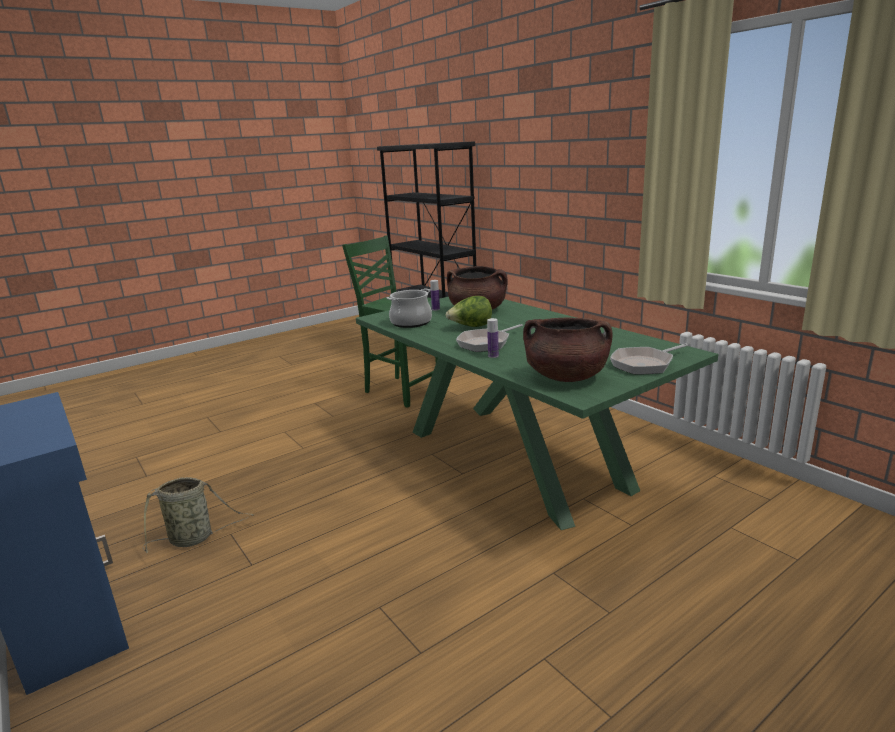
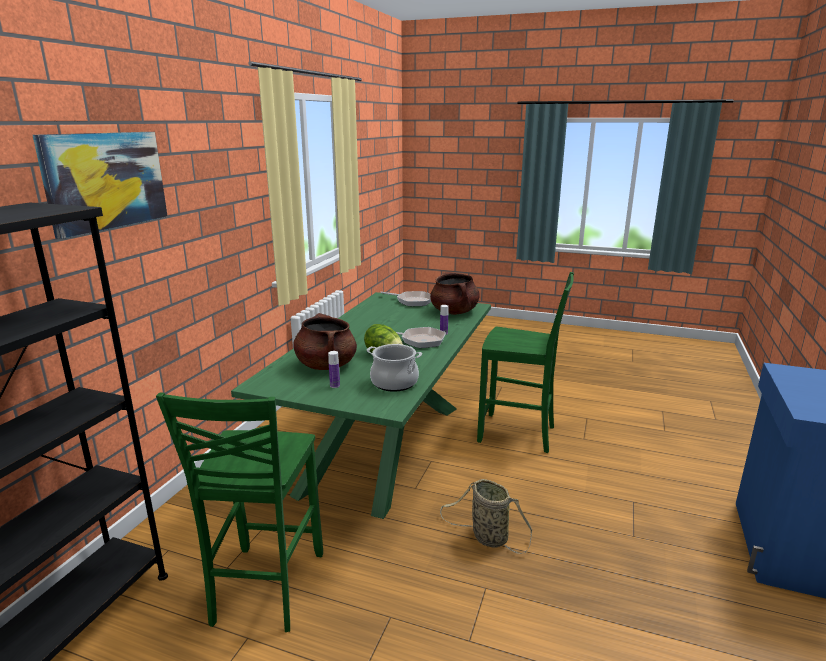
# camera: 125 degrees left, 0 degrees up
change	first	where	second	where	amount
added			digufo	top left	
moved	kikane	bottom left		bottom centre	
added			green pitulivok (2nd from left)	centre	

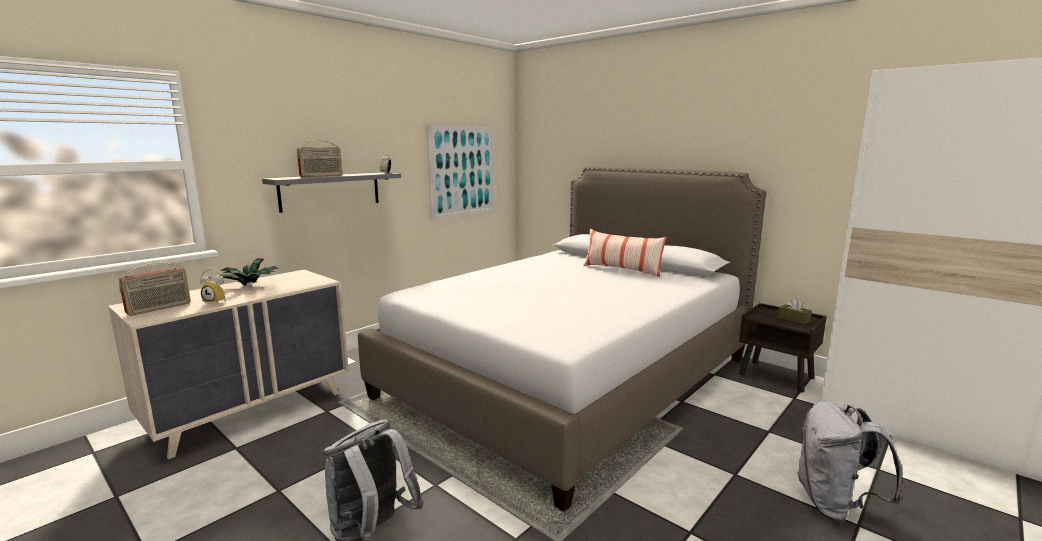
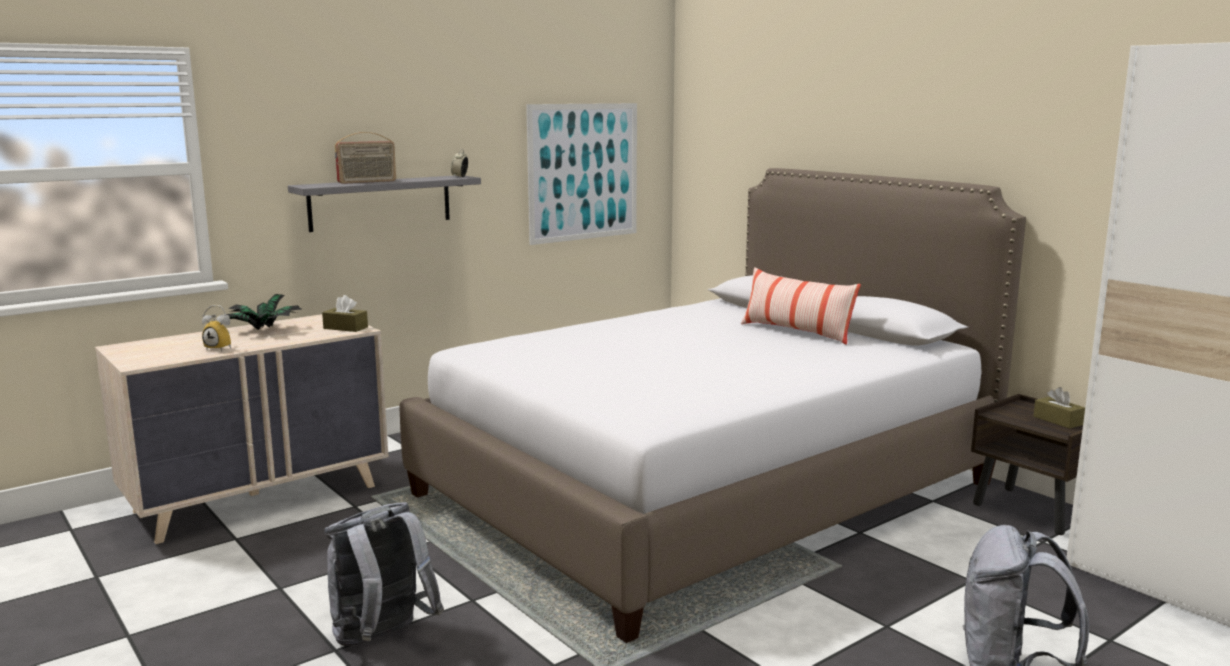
# camera: 10 degrees right, 0 degrees up
change	first	where	second	where	amount
added			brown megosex (1st from left)	middle left	
removed	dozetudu (1st from left)	middle left			

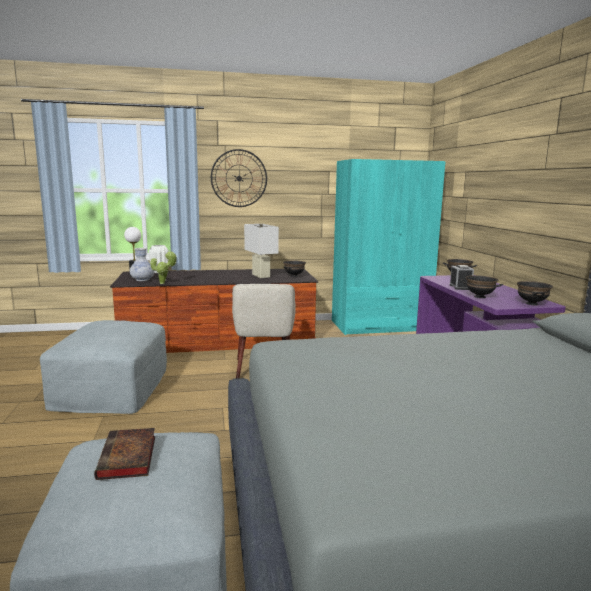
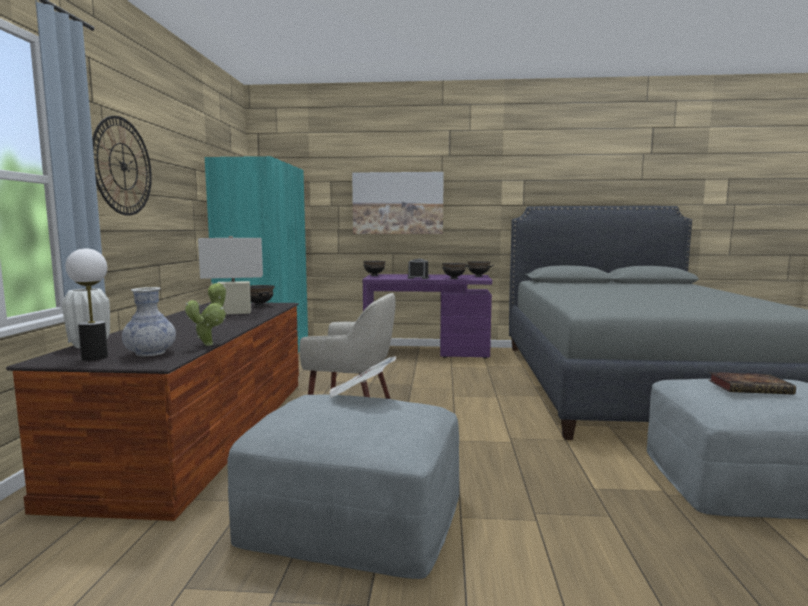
# camera: 75 degrees left, 5 degrees down
change	first	where	second	where	amount
added			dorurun	centre	
added			digufo	centre	

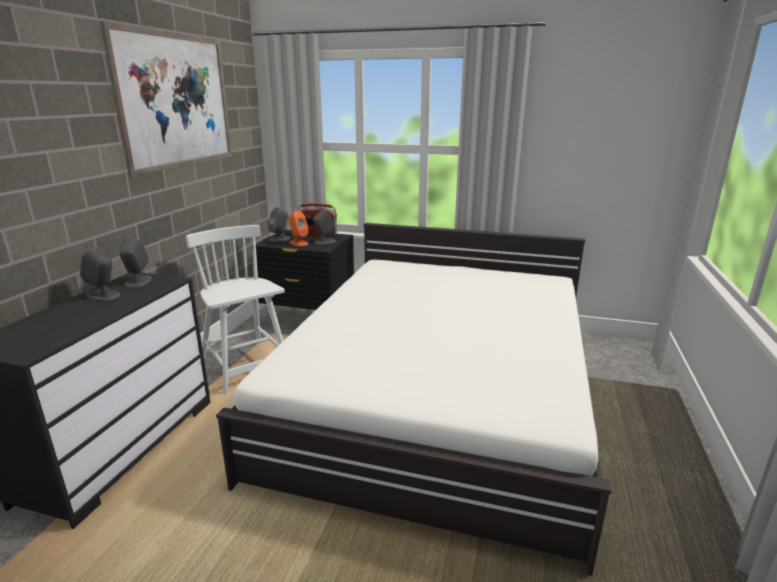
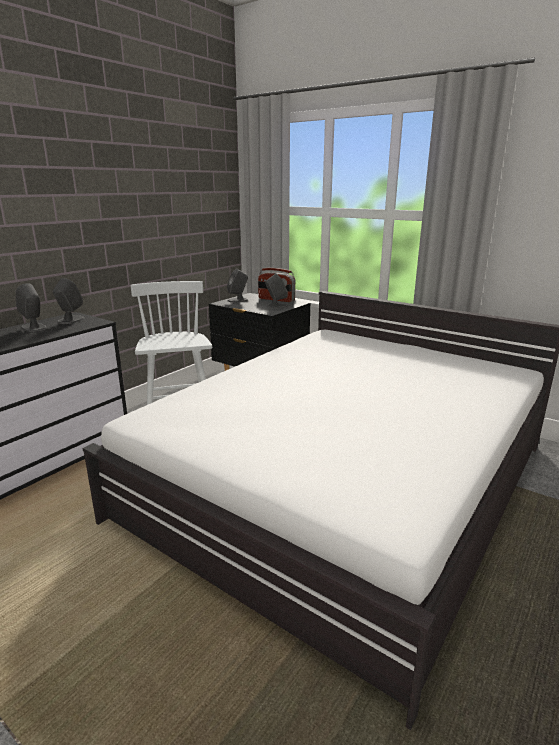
# camera: 20 degrees right, 0 degrees up
change	first	where	second	where	amount
removed	digufo	top left			
removed	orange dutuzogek	centre			

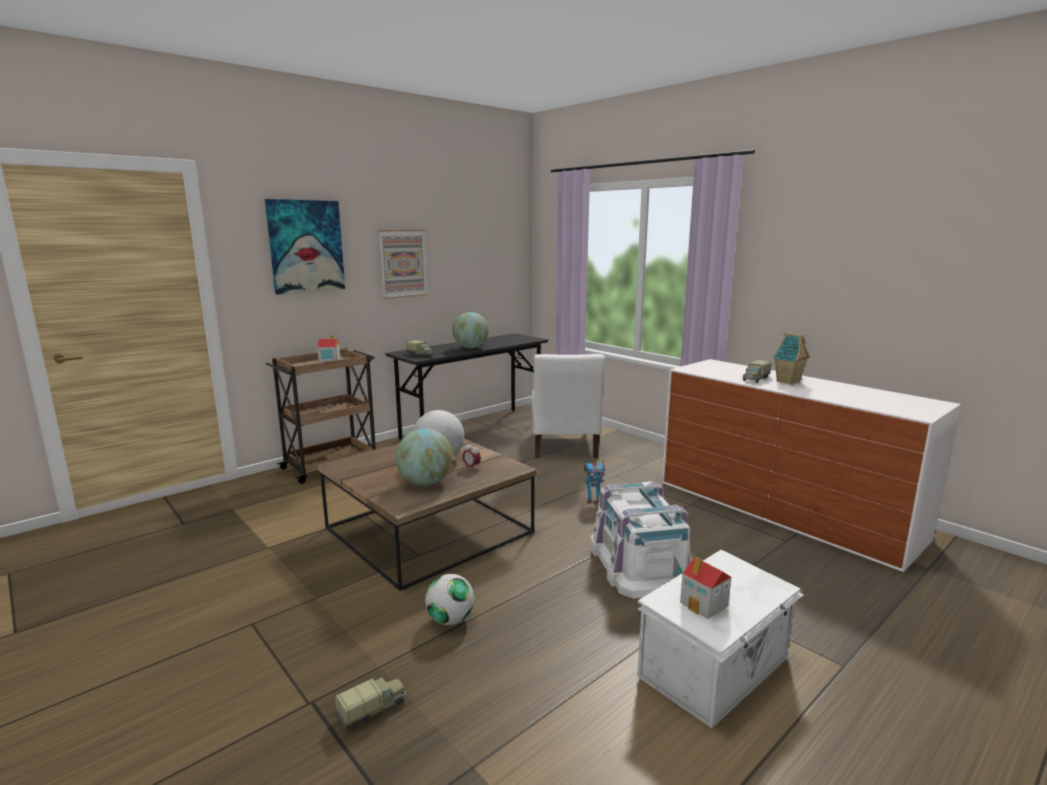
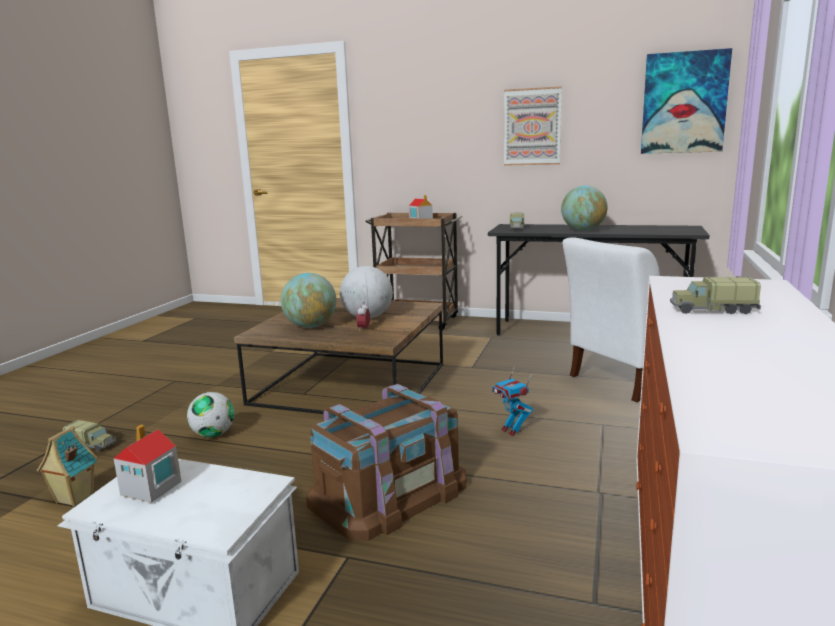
# camera: 60 degrees right, 0 degrees up
change	first	where	second	where	amount
moved	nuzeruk (3rd from left in the first image)	middle right	nuzeruk (1st from left)	bottom left	
recoloured	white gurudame (1st from left)	bottom centre	brown gurudame	bottom centre	
moved	digufo (1st from left in the first image)	top left	digufo (2nd from left)	top right	

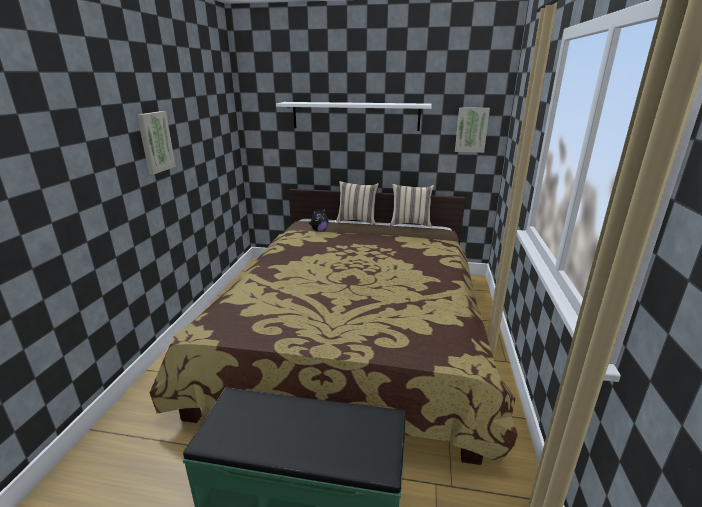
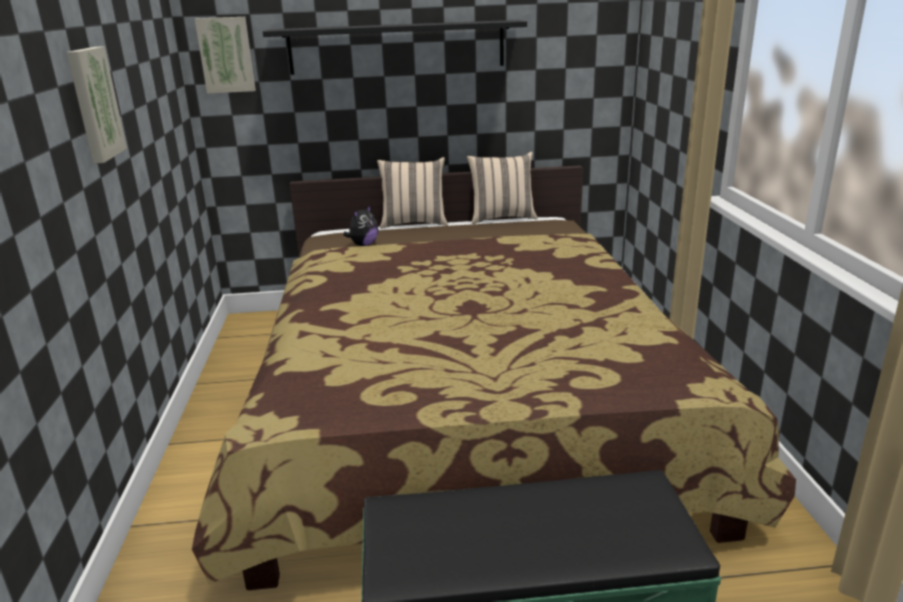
# camera: 15 degrees left, 0 degrees up
change	first	where	second	where	amount
moved	digufo (2nd from left)	top right		top left	
recoloured	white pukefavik	top centre	black pukefavik	top centre	

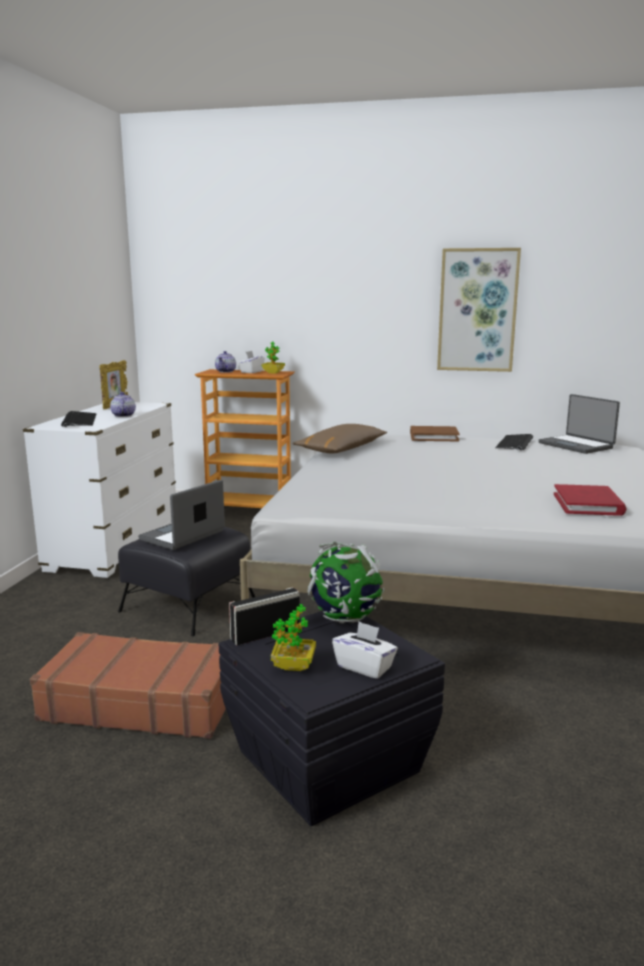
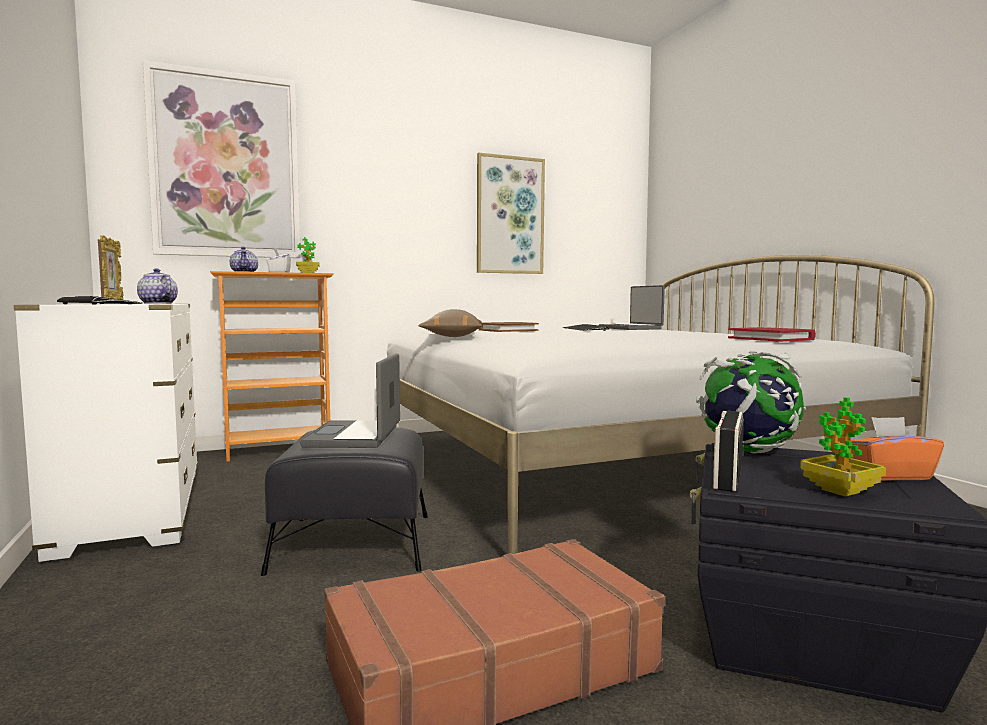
# camera: 35 degrees left, 10 degrees down
change	first	where	second	where	amount
added			digufo (1st from left)	top left	
turned	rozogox (2nd from left)	middle right		centre	45 degrees clockwise
recoloured	white megosex (2nd from left)	bottom centre	orange megosex	middle right	

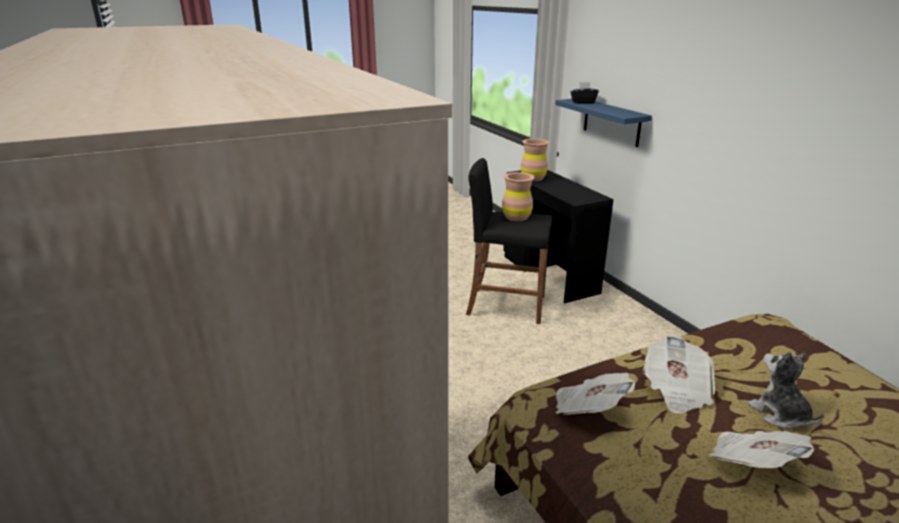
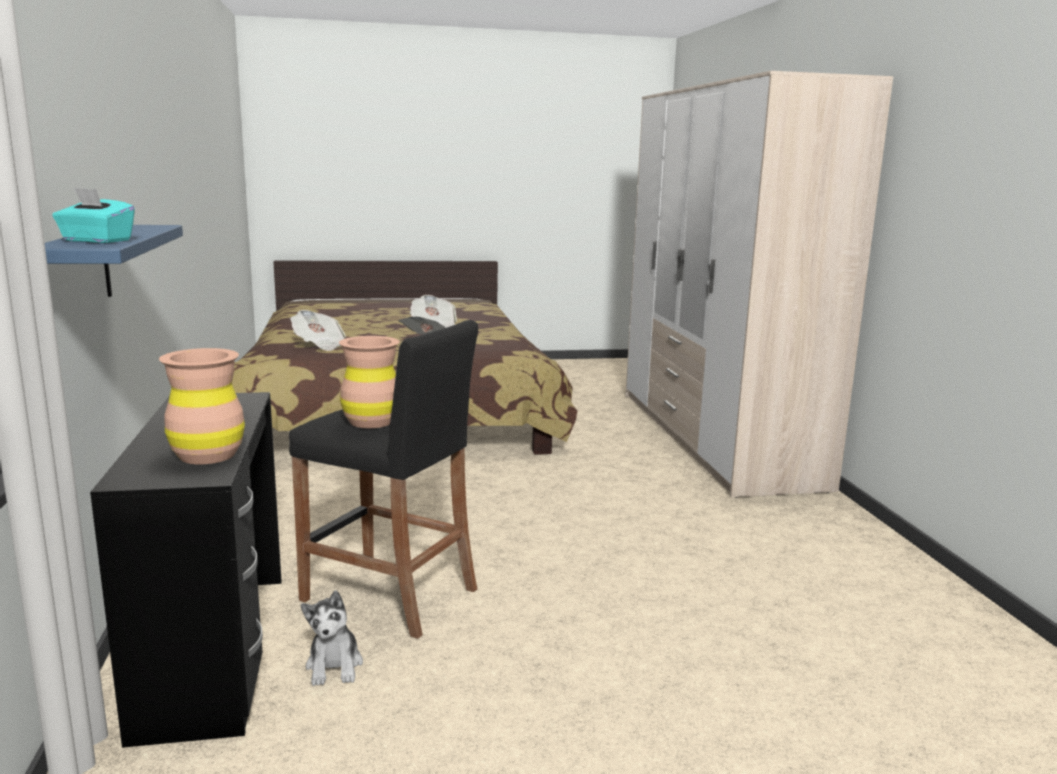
# camera: 165 degrees left, 10 degrees down
change	first	where	second	where	amount
recoloured	black megosex	top centre	turquoise megosex	top left	
moved	dorurun (1st from left)	bottom centre		middle left	
moved	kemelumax	bottom right		bottom left	

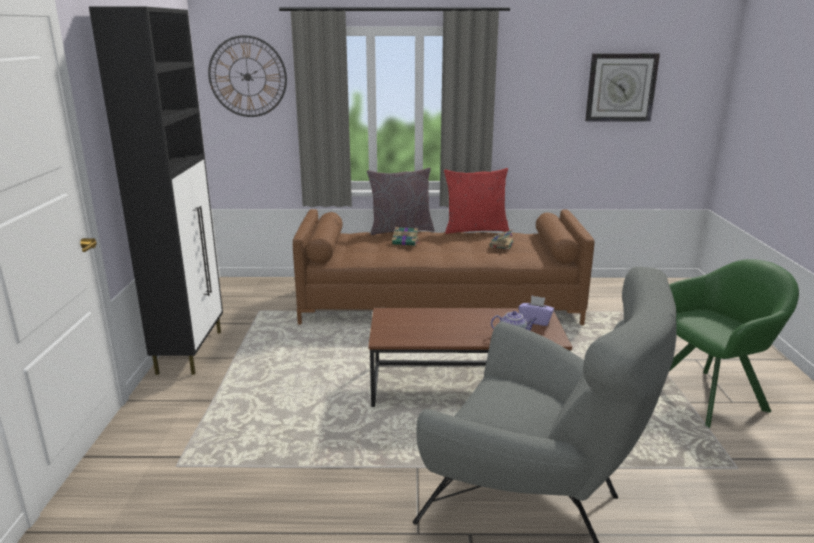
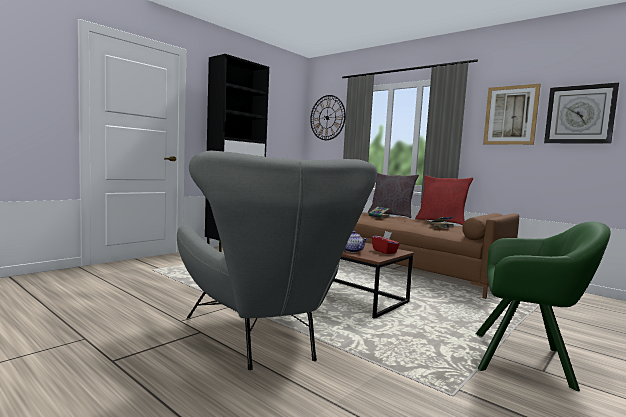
# camera: 40 degrees right, 15 degrees down
change	first	where	second	where	amount
recoloured	purple megosex	centre	red megosex	centre	
added			digufo	top right	

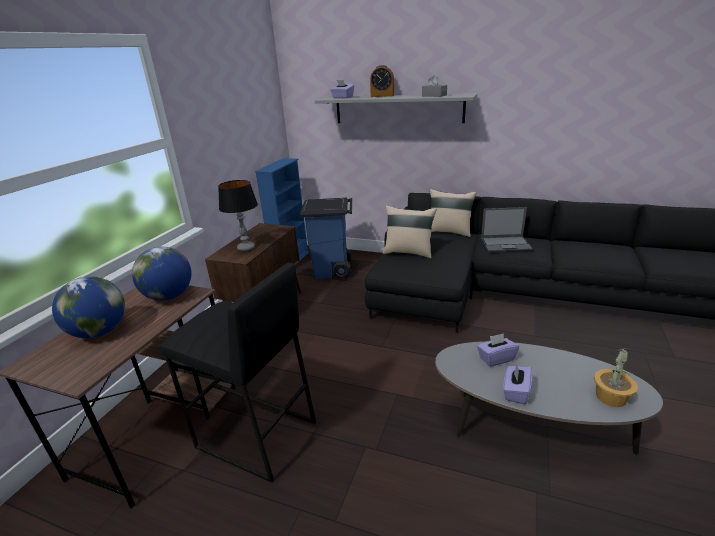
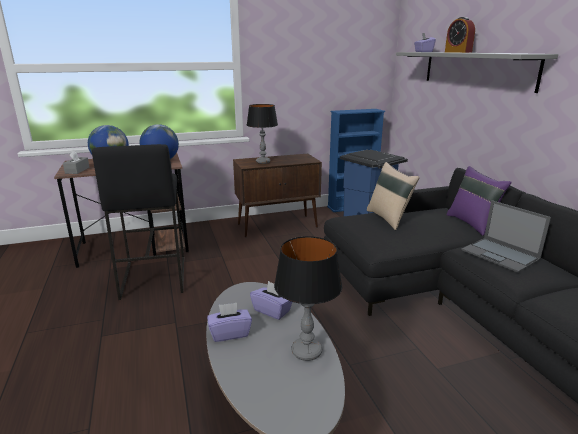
# camera: 50 degrees right, 5 degrees down
change	first	where	second	where	amount
moved	grey megosex	top centre		middle left	
added			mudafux (2nd from left)	bottom centre	
recoloured	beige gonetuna (2nd from left)	centre	purple gonetuna	middle right	
removed	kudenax	bottom right			

